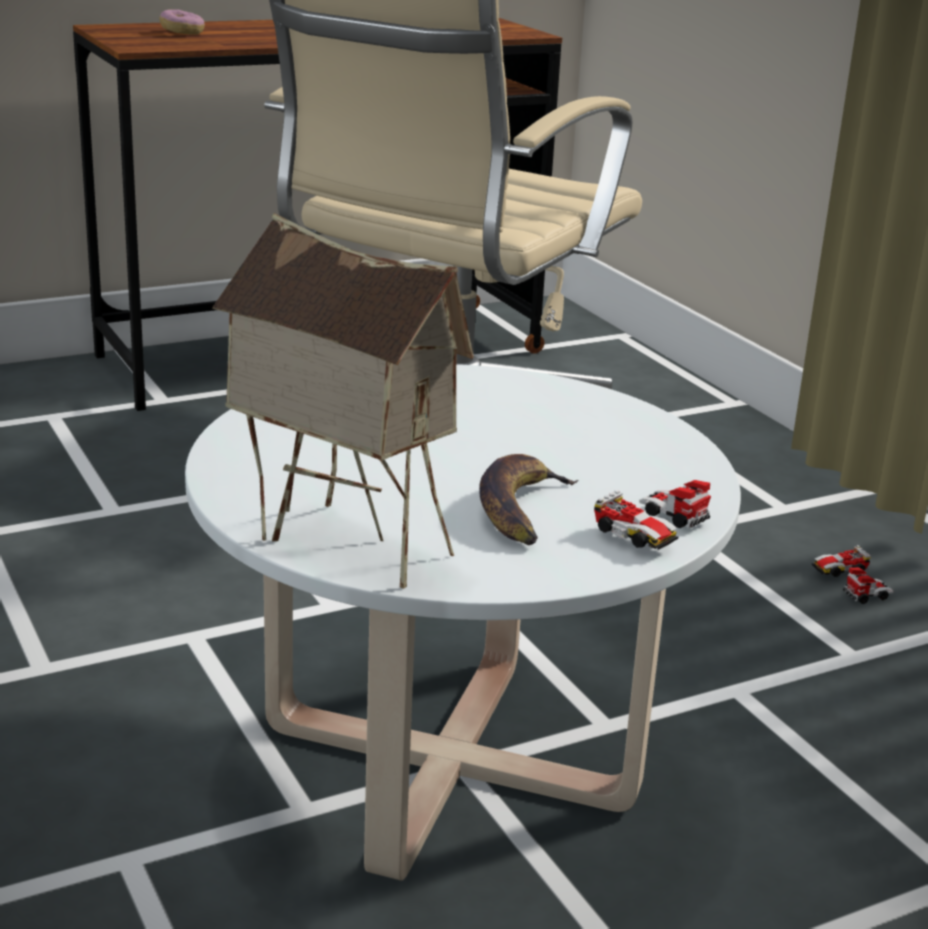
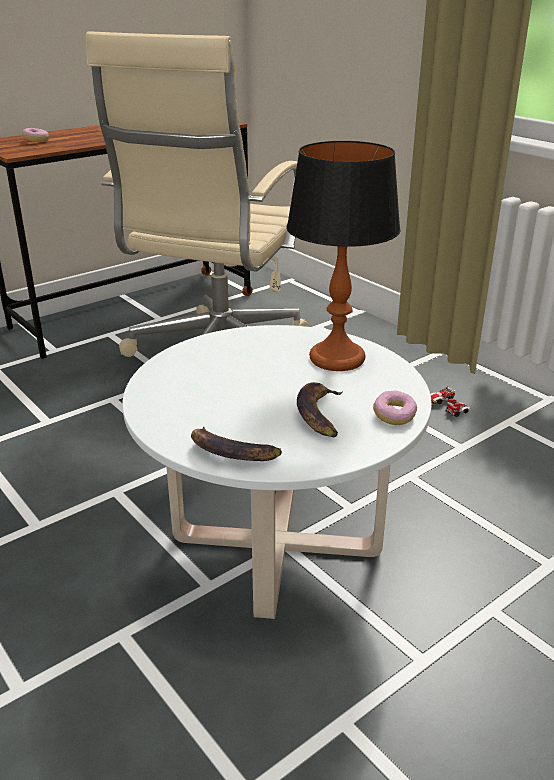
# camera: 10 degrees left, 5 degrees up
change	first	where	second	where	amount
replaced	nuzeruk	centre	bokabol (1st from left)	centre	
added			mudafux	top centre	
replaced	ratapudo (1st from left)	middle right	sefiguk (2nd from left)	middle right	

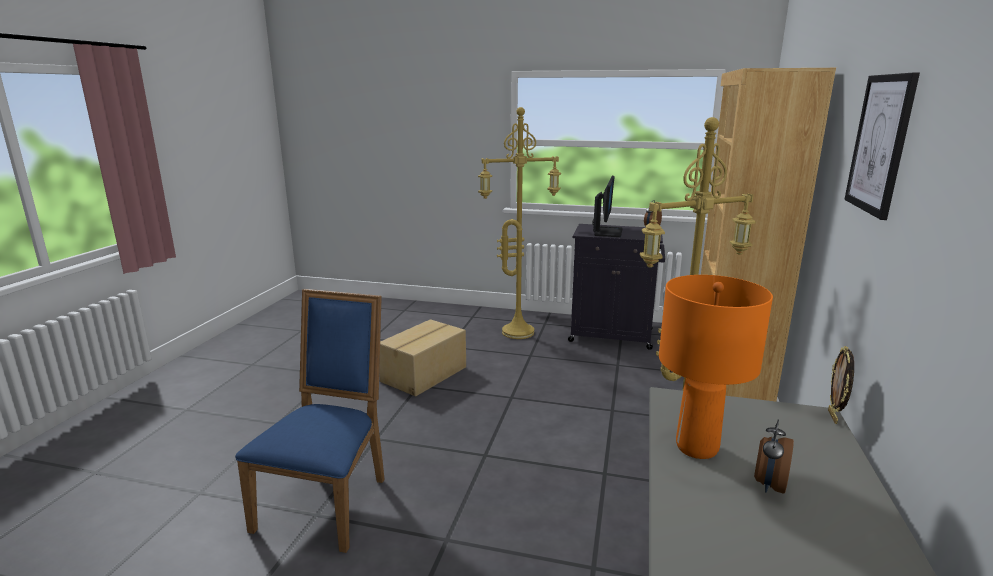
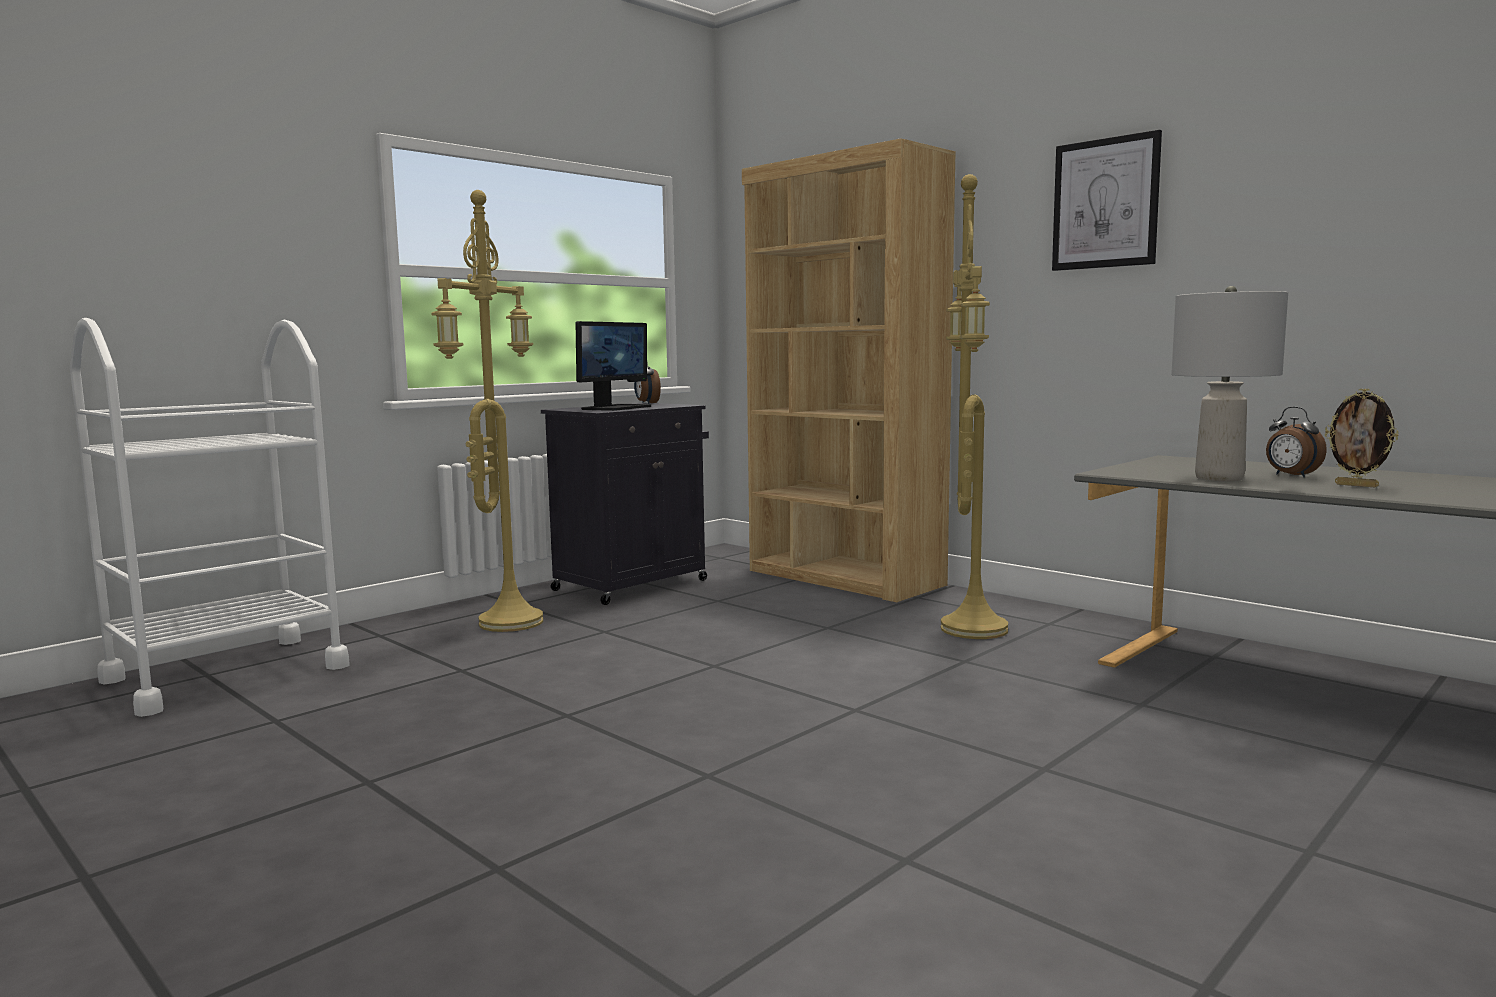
# camera: 60 degrees left, 10 degrees down
change	first	where	second	where	amount
added			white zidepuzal	middle left	
turned	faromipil	centre		centre	75 degrees clockwise
recoloured	orange mudafux	middle right	grey mudafux	middle right	
moved	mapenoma	bottom right		middle right	
removed	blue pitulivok	bottom left			
removed	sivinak	centre			

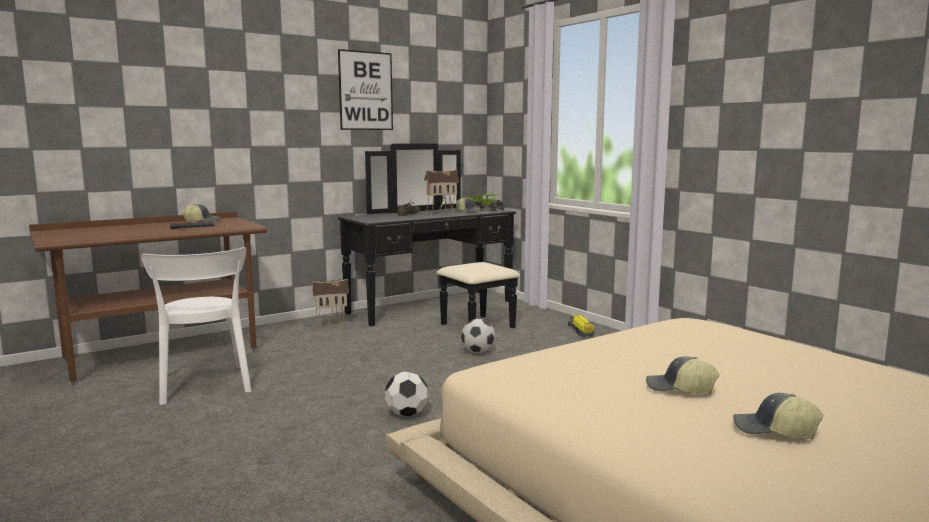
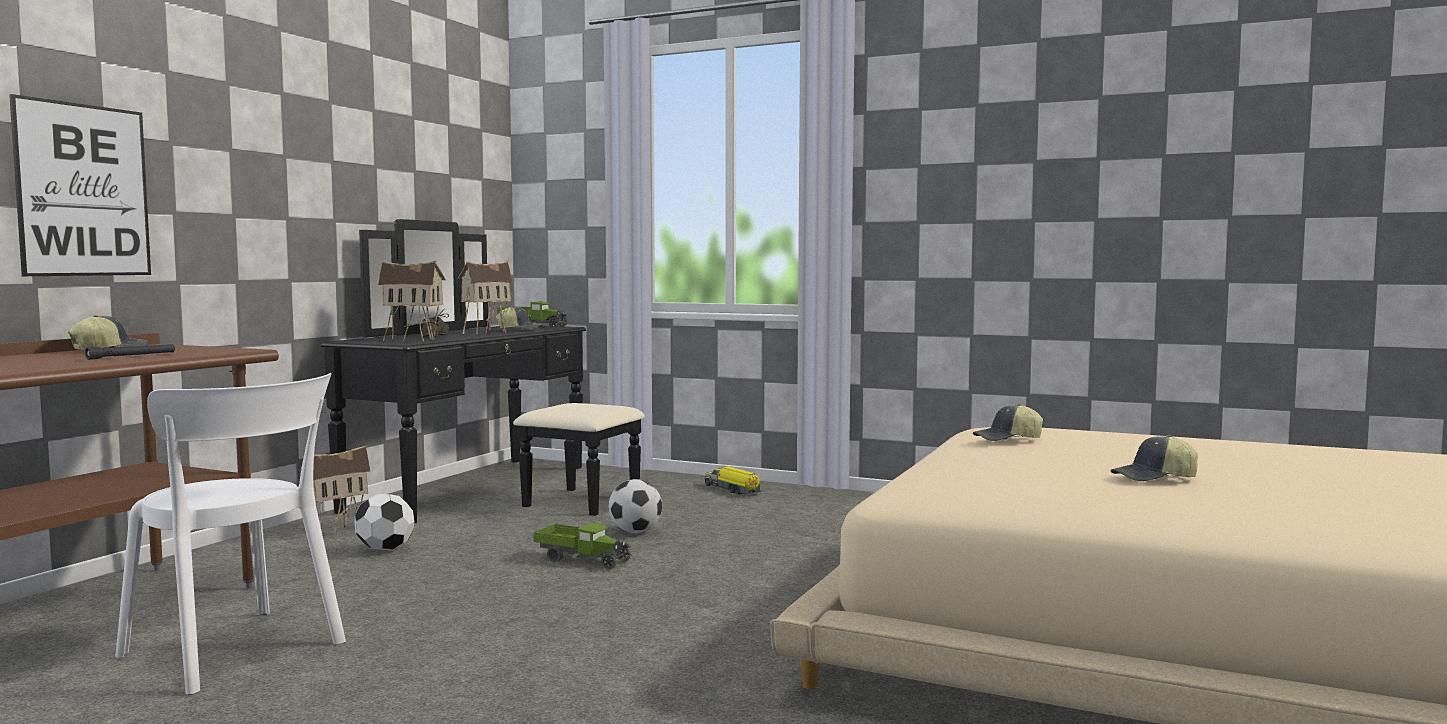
# camera: 30 degrees left, 5 degrees down
change	first	where	second	where	amount
moved	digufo	top centre		top left	
moved	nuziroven (1st from left)	bottom centre		bottom left	
added			nuzeruk (2nd from left)	middle left	
added			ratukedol (2nd from left)	bottom centre	
moved	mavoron (4th from left in the first image)	bottom right	mavoron (3rd from left)	middle right	

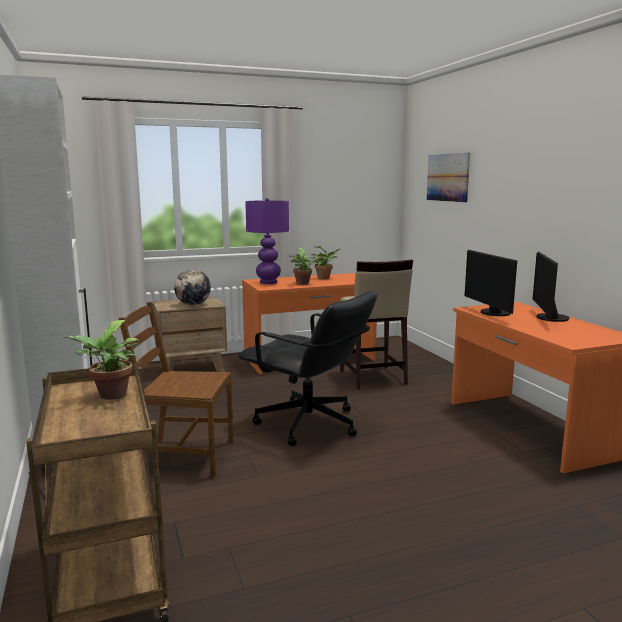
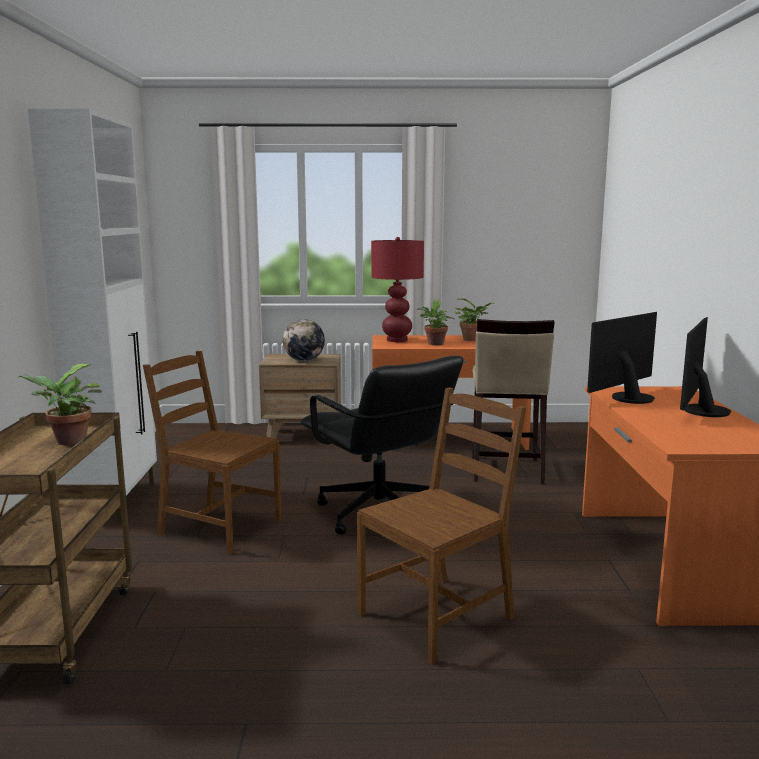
# camera: 20 degrees right, 0 degrees up
change	first	where	second	where	amount
added			brown pitulivok (2nd from left)	bottom centre	
recoloured	purple mudafux	centre	red mudafux	centre	
turned	faromipil (1st from left)	middle right		middle right	45 degrees clockwise
removed	digufo	top right			

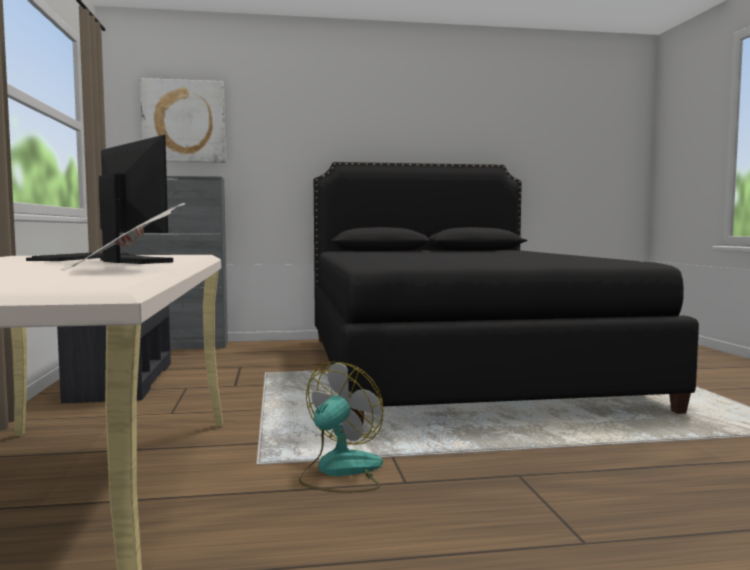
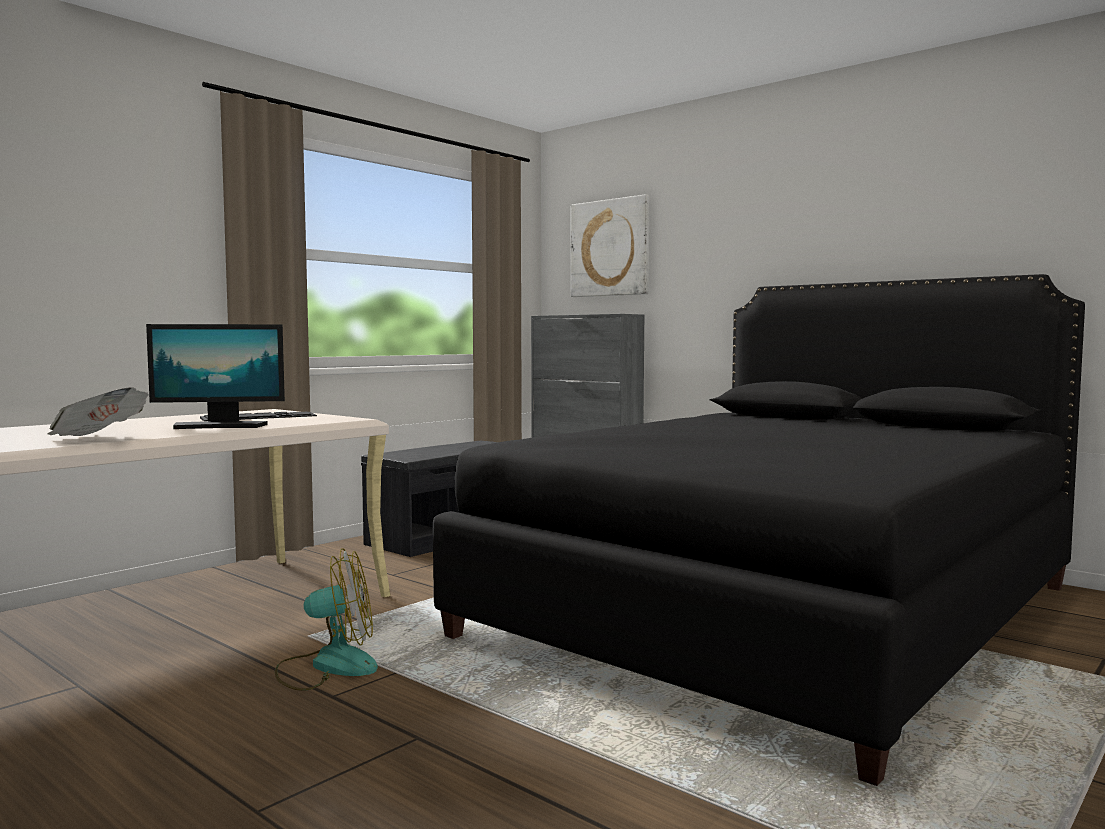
# camera: 50 degrees right, 0 degrees up
change	first	where	second	where	amount
turned	faromipil	middle left		middle left	75 degrees clockwise

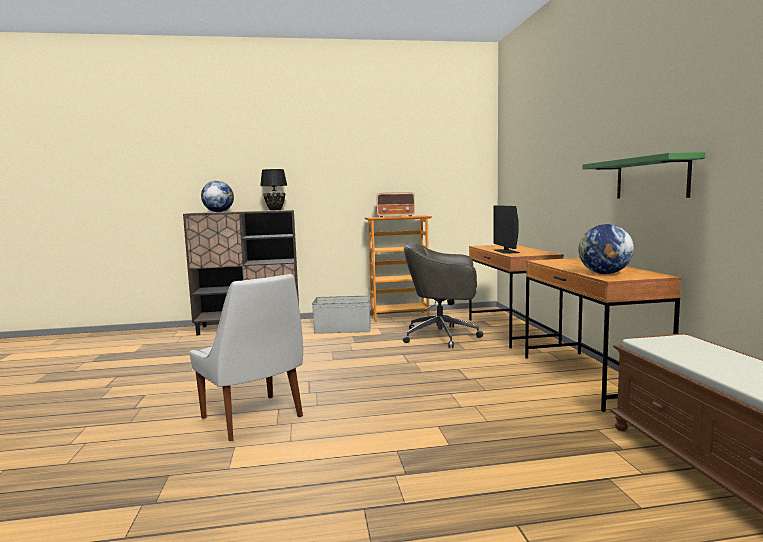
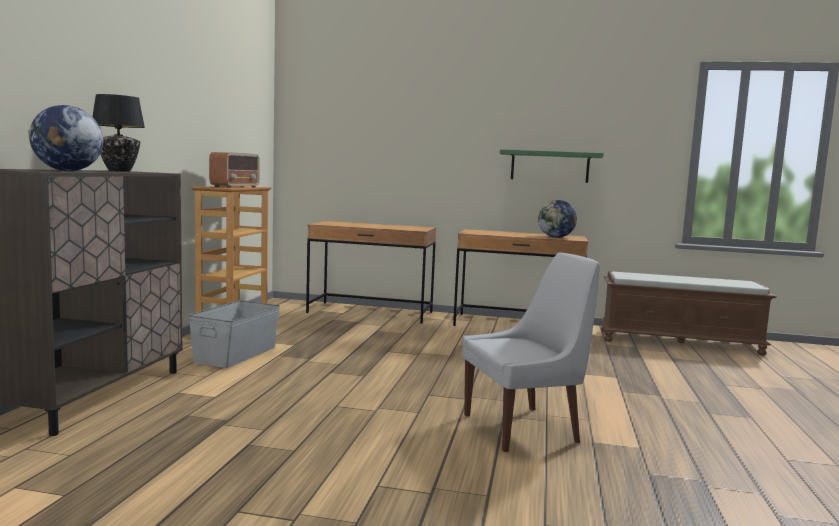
# camera: 70 degrees left, 0 degrees up
change	first	where	second	where	amount
removed	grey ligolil	centre			
removed	faromipil	centre			

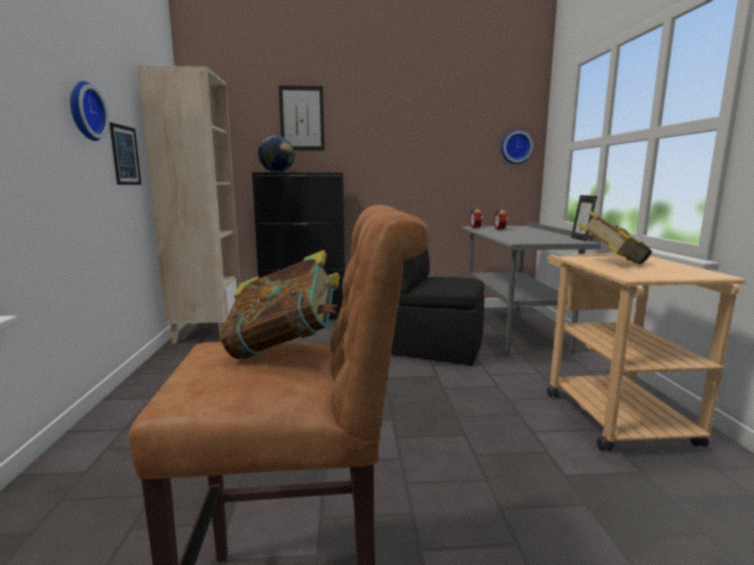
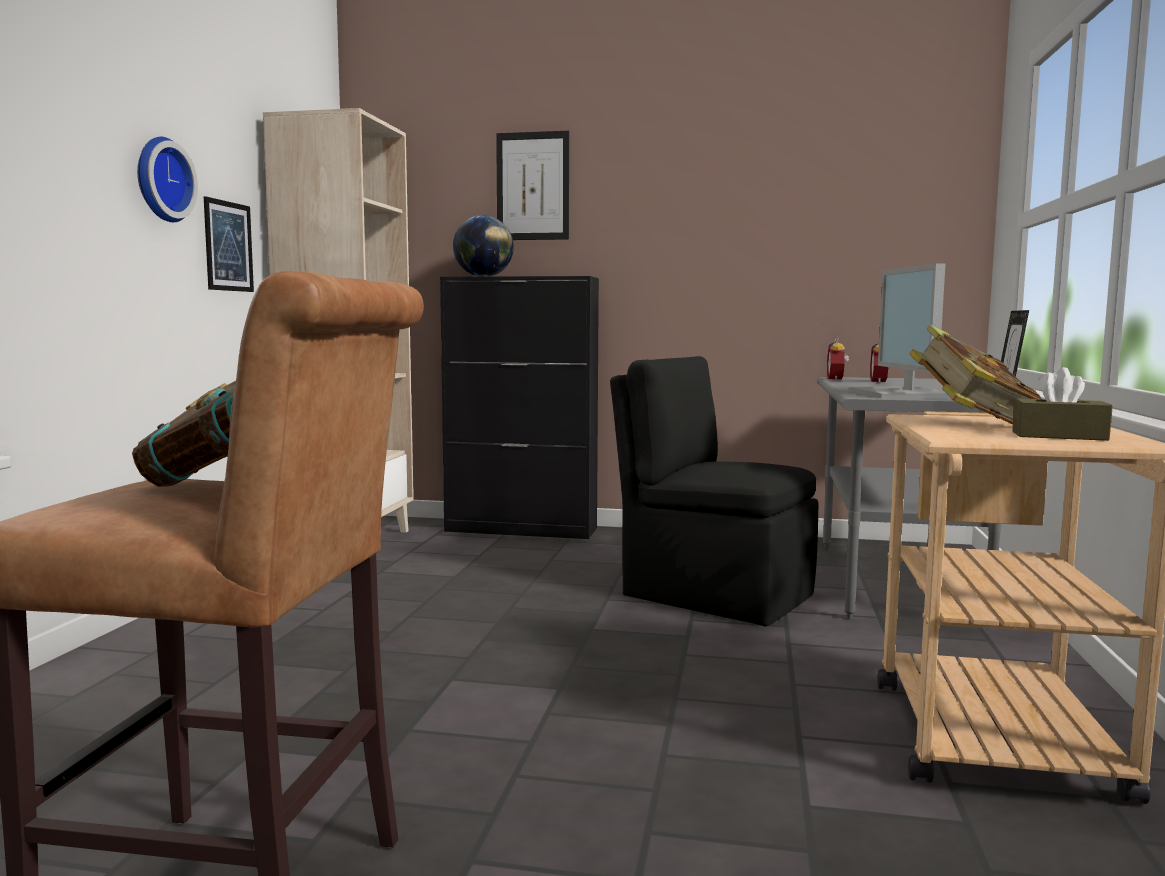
# camera: 15 degrees right, 5 degrees down
change	first	where	second	where	amount
added			faromipil	middle right	
added			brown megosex	middle right	
removed	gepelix (2nd from left)	top right			

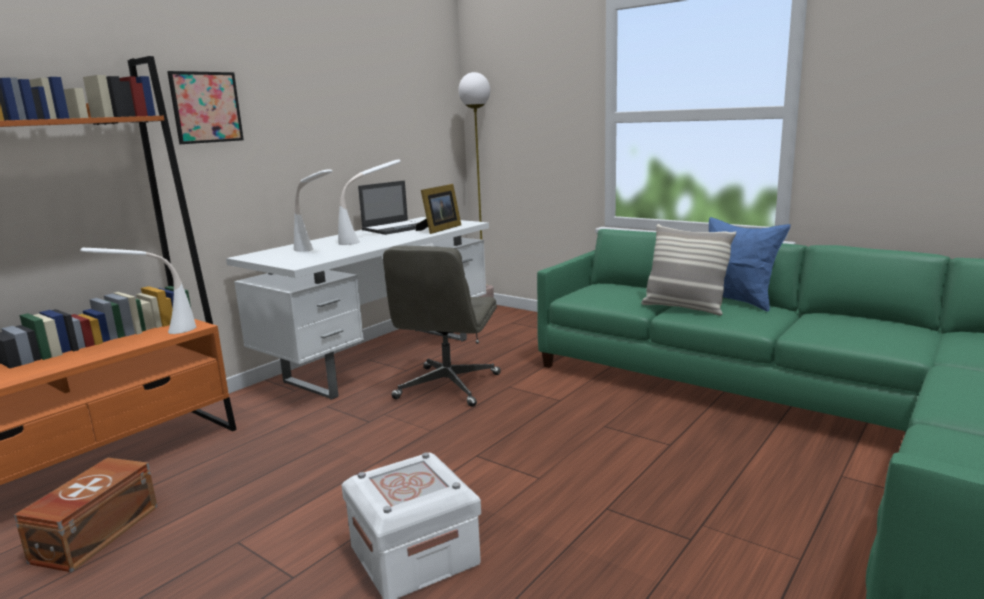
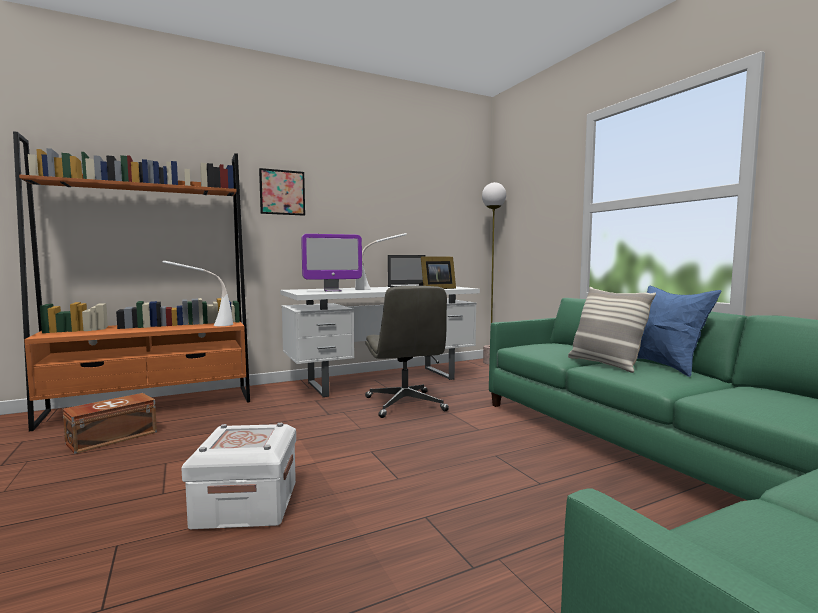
# camera: 25 degrees right, 10 degrees down
change	first	where	second	where	amount
replaced	white mudafux (2nd from left)	middle left	faromipil	centre	
turned	grey ligolil	centre		centre	60 degrees counterclockwise

